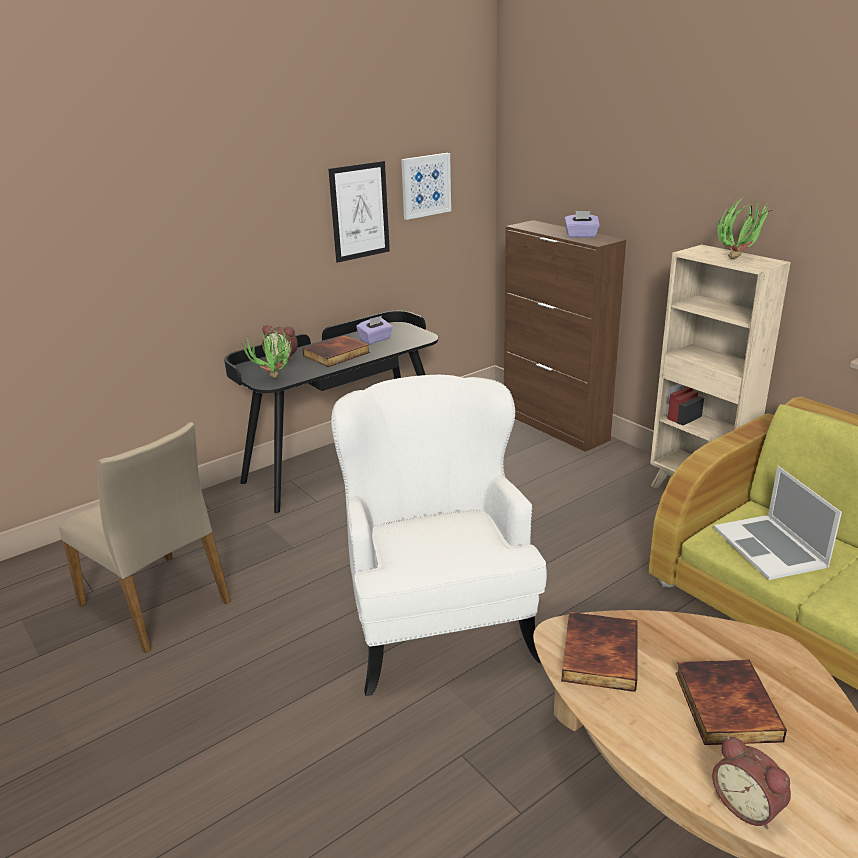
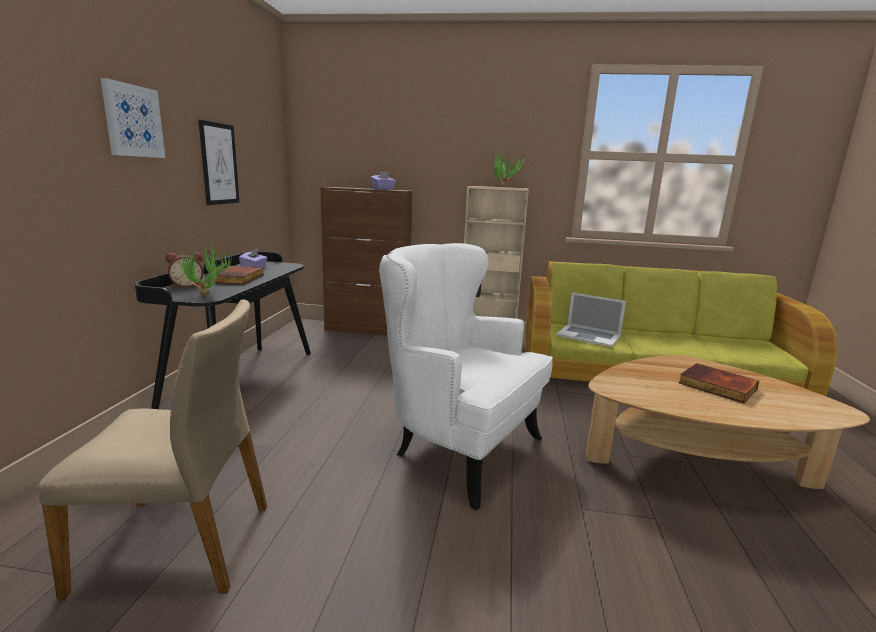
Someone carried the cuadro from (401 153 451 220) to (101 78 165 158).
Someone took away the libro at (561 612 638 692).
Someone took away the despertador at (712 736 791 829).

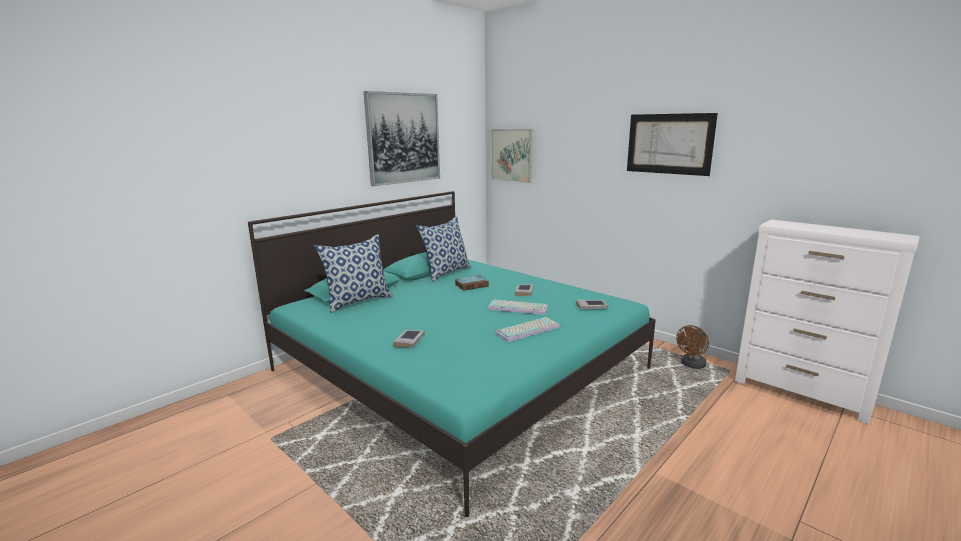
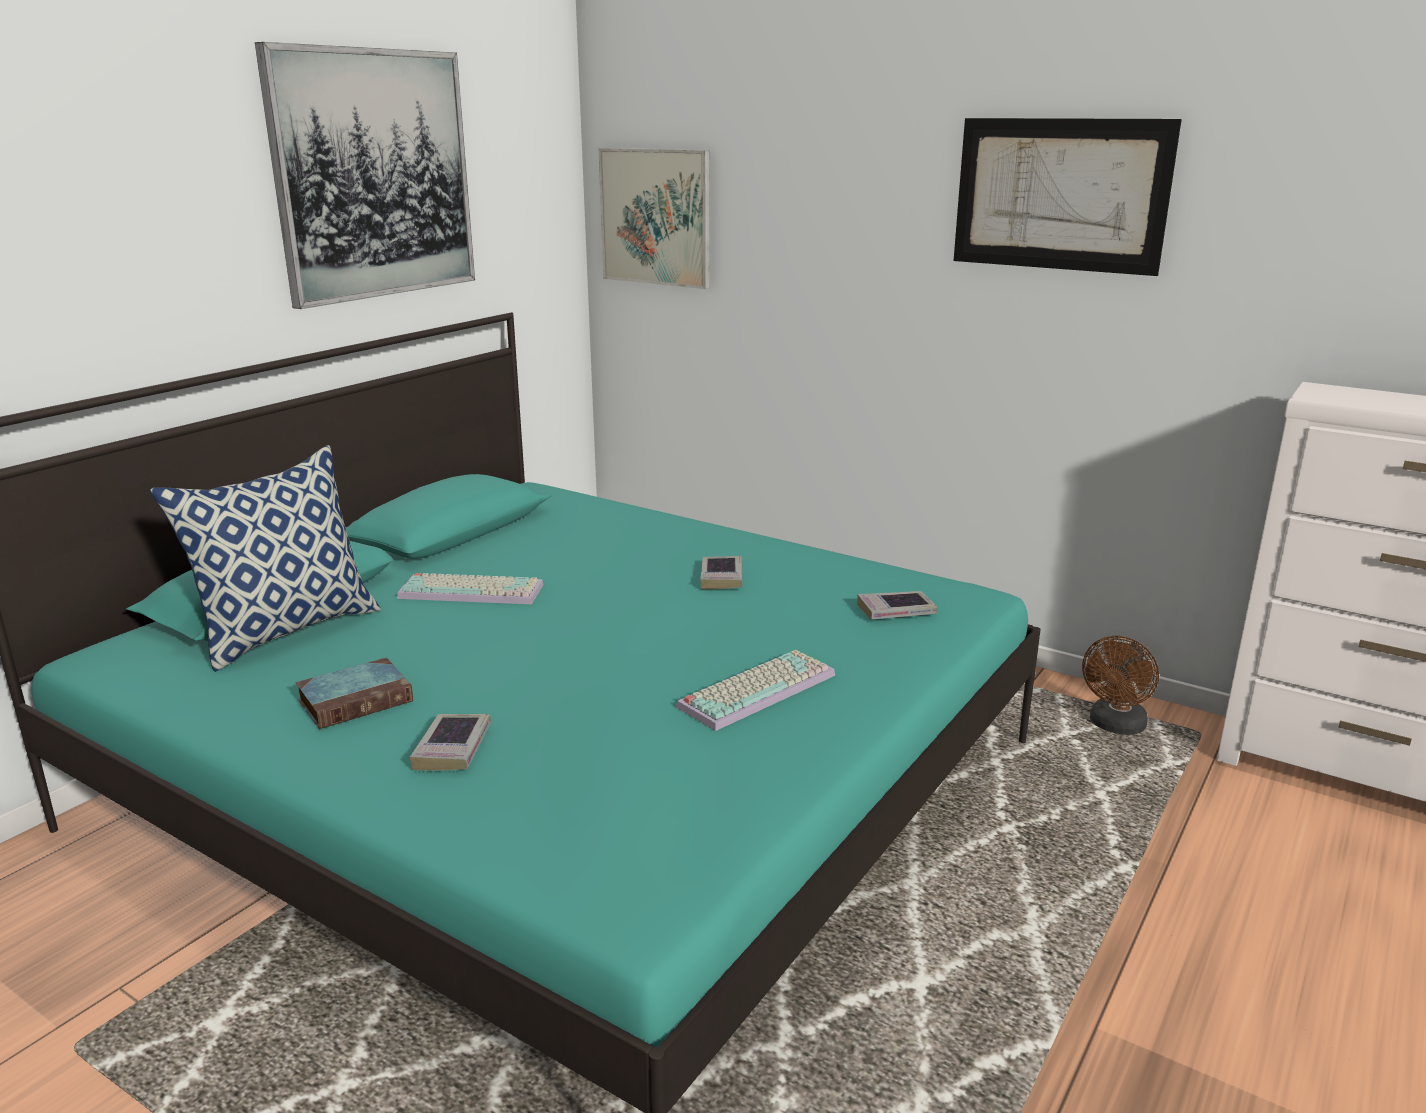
Someone took away the cojín at (416 216 472 282).
Someone carried the libro from (455 275 489 291) to (295 658 413 729).
Someone carried the teclado from (488 300 548 315) to (397 573 543 604).

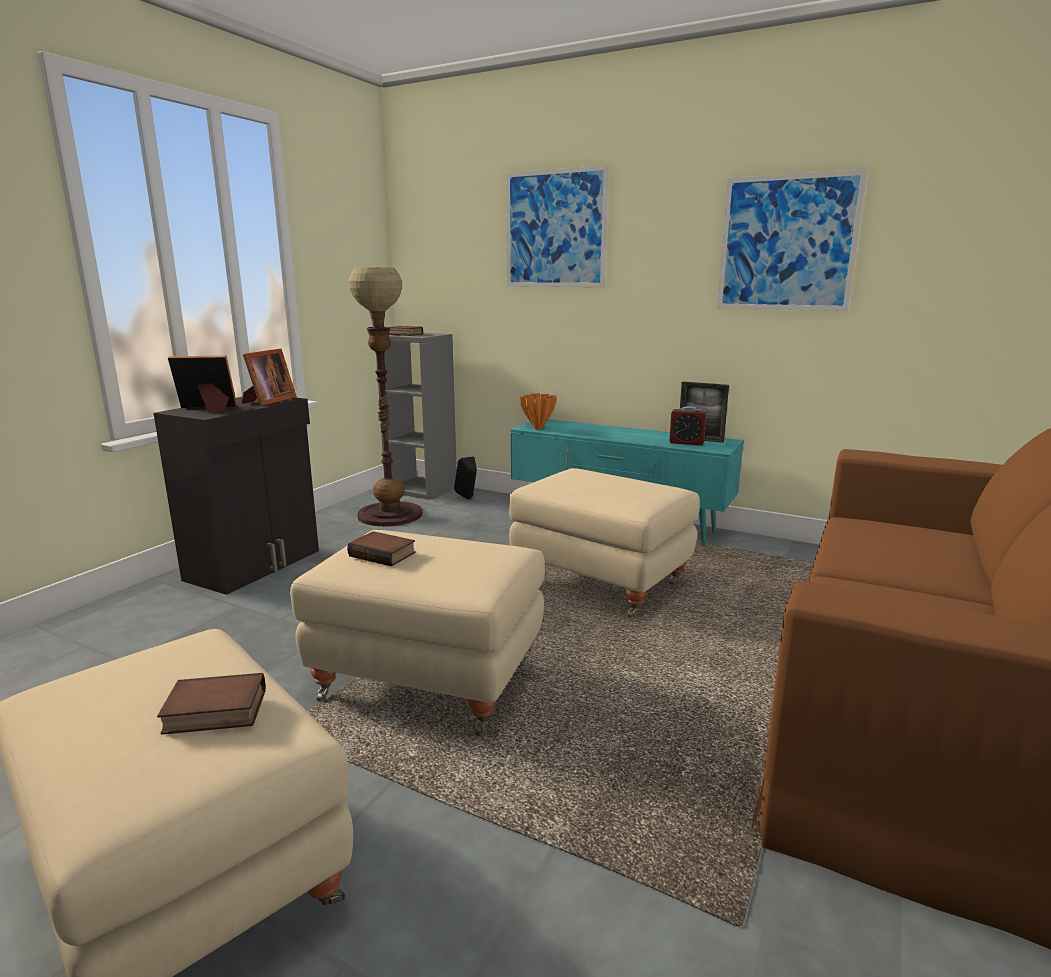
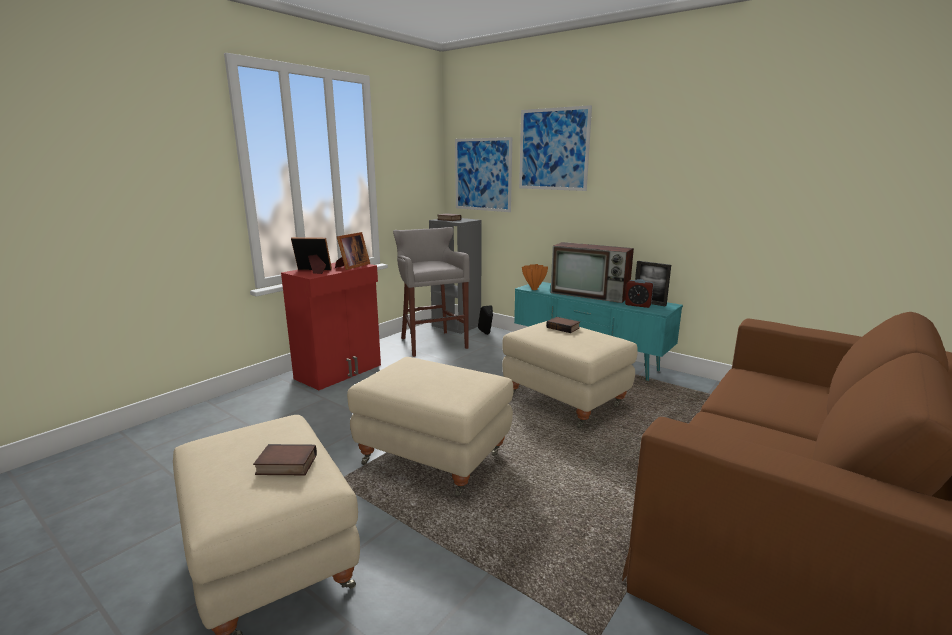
Someone repainted the armario (negro) at (153 397 319 595), which became the armario (rojo) at (281 262 381 390).
Someone carried the libro from (347 531 416 567) to (546 317 580 333).
Someone swapped the lámpara de pie at (349 267 423 526) for the taburete (gris) at (393 227 470 357).
Someone carried the cuadro from (717 169 868 311) to (455 137 512 212).
Someone put down the televisor at (551 242 634 303).

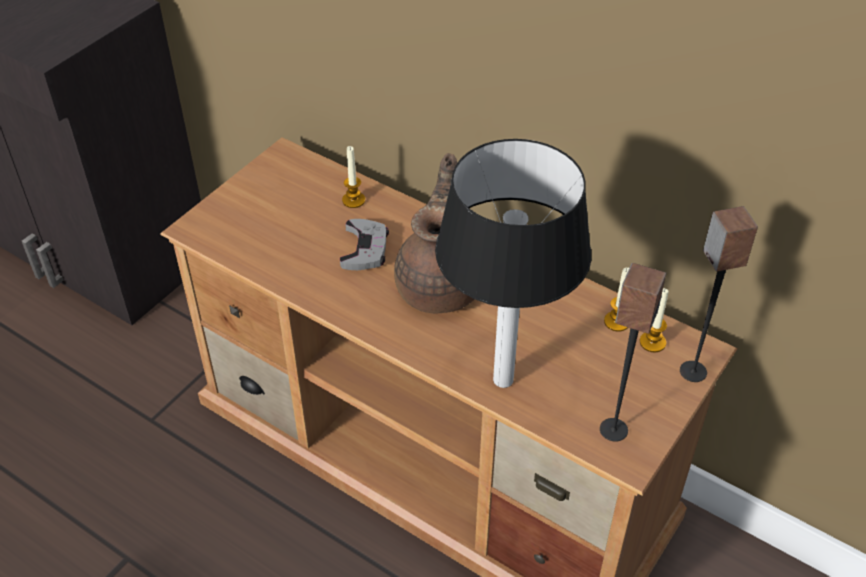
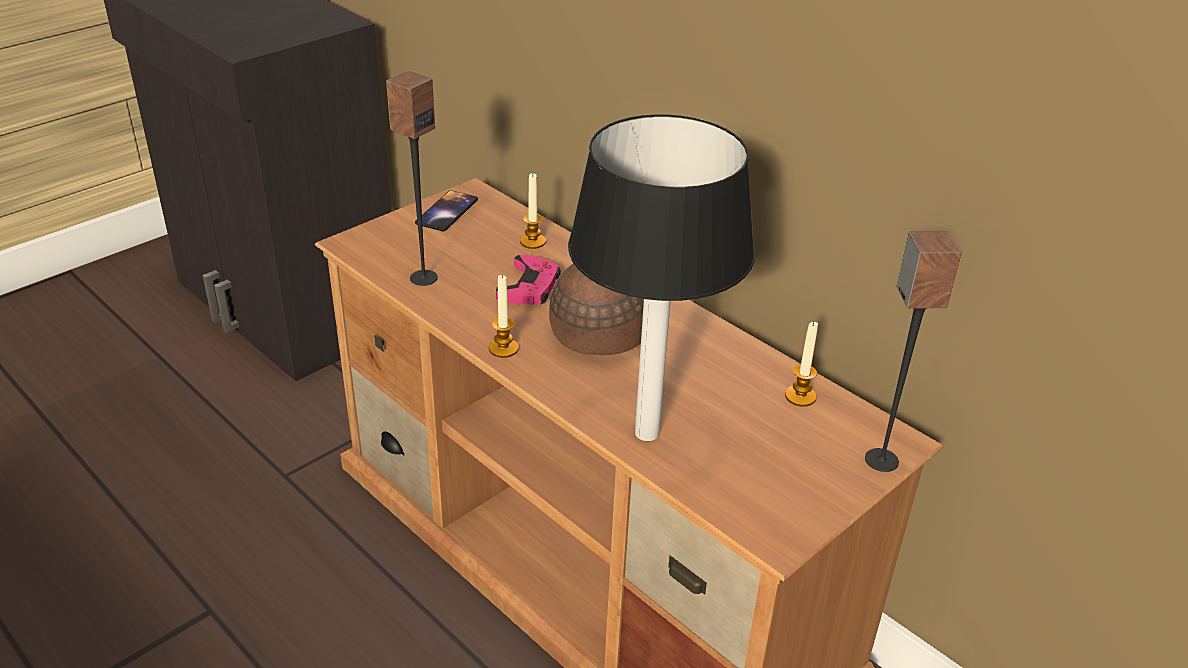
Someone repainted the mando de consola (gris) at (340 219 389 270), which became the mando de consola (rosa) at (496 255 561 304).
Someone carried the altavoz from (600 263 666 442) to (386 71 438 286).
Someone carried the vela from (640 288 669 352) to (489 275 519 358).
Someone put down the móvil at (415 190 478 231).

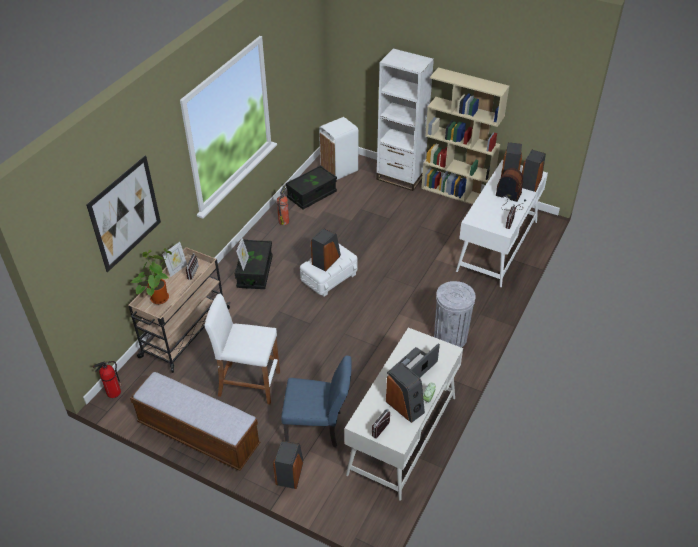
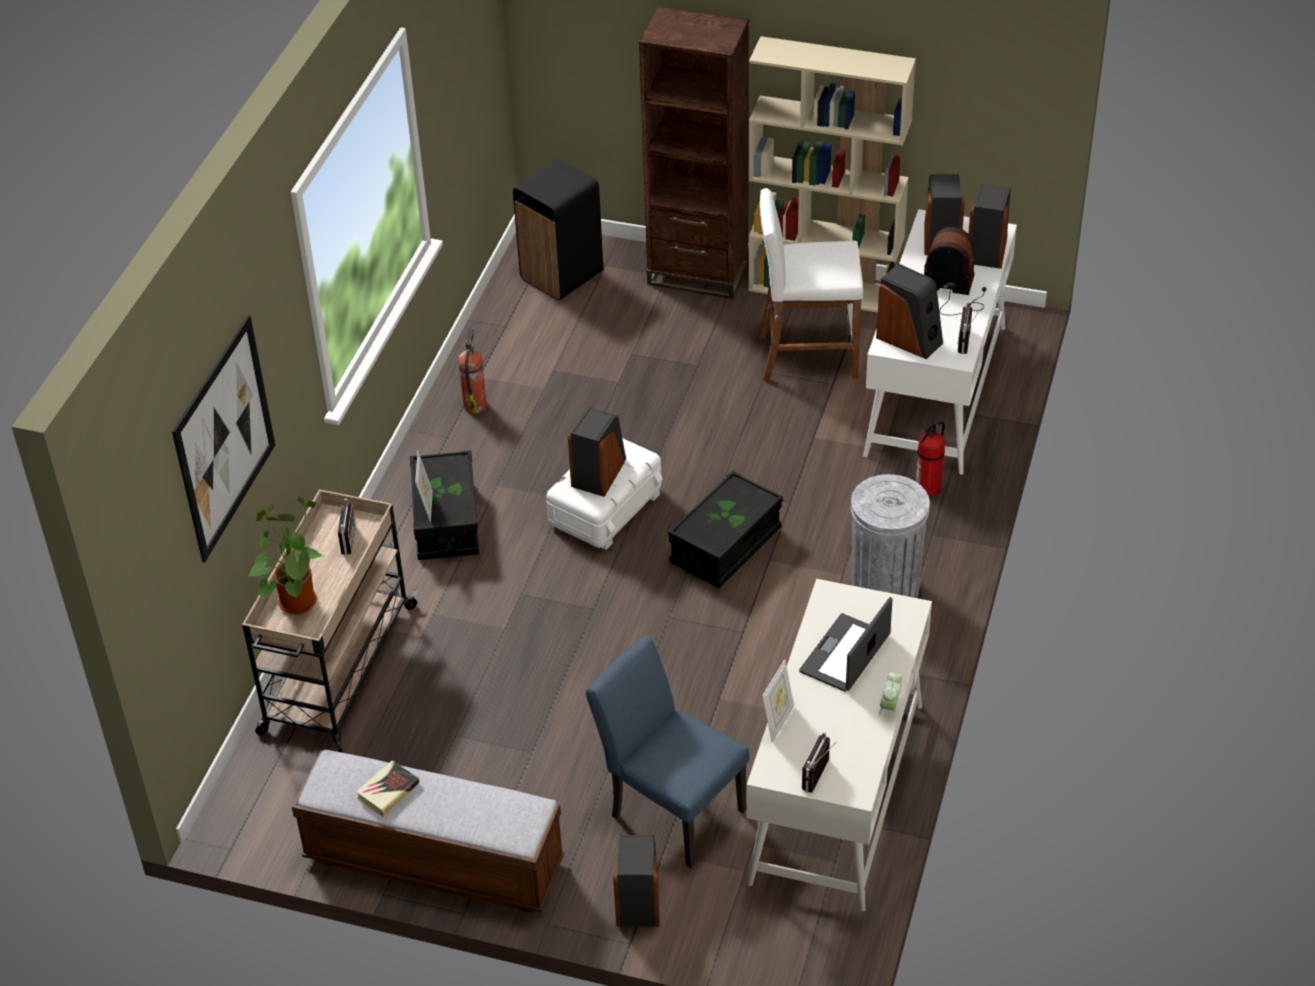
Someone carried the extintor from (93 361 121 398) to (916 421 945 497).
Someone carried the portarretratos from (162 242 187 277) to (762 659 794 743).
Someone carried the taburete (blanco) from (205 294 280 404) to (759 188 863 381).
Someone rotated the silla (azul) at (281 356 352 447) by 135 degrees counterclockwise.
Someone carried the caja de almacenaje (negro) from (286 165 337 209) to (668 471 783 588).
Someone repainted the papelera (blanco) at (319 117 359 180), which became the papelera (negro) at (513 160 603 300).
Someone repainted the estantería (blanco) at (376 49 434 191), which became the estantería (marrón) at (639 7 749 299).
Someone carried the altavoz from (386 363 425 423) to (876 263 943 359).
Someone put down the libro at (356 760 419 816).

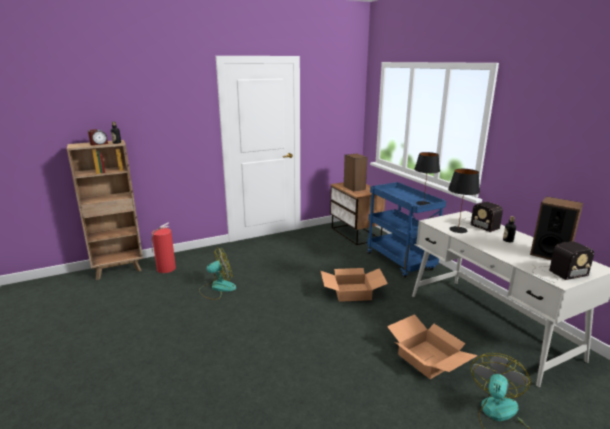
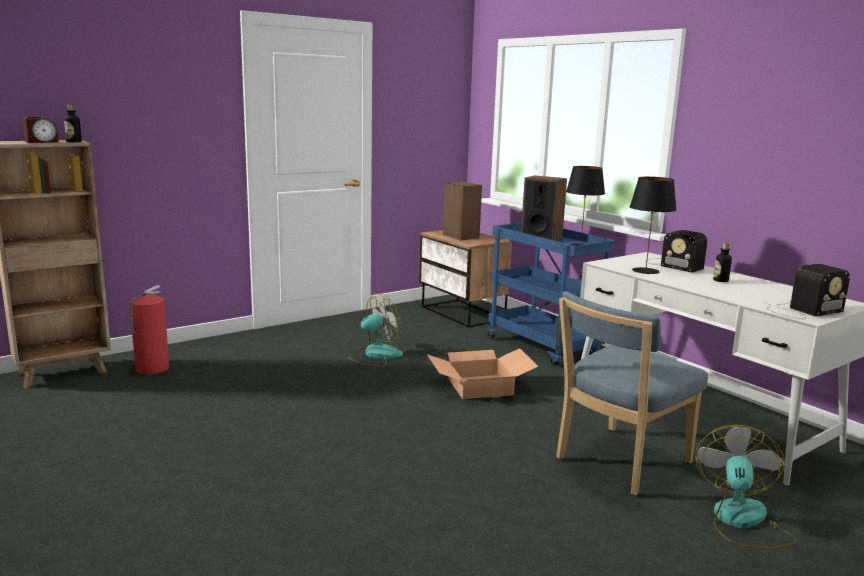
Someone carried the ventilador from (199 247 236 300) to (348 293 403 367).
Someone swapped the caja de cartón at (387 314 478 379) for the silla (azul) at (556 291 708 495).
Someone carried the altavoz from (530 196 583 260) to (521 175 567 241).

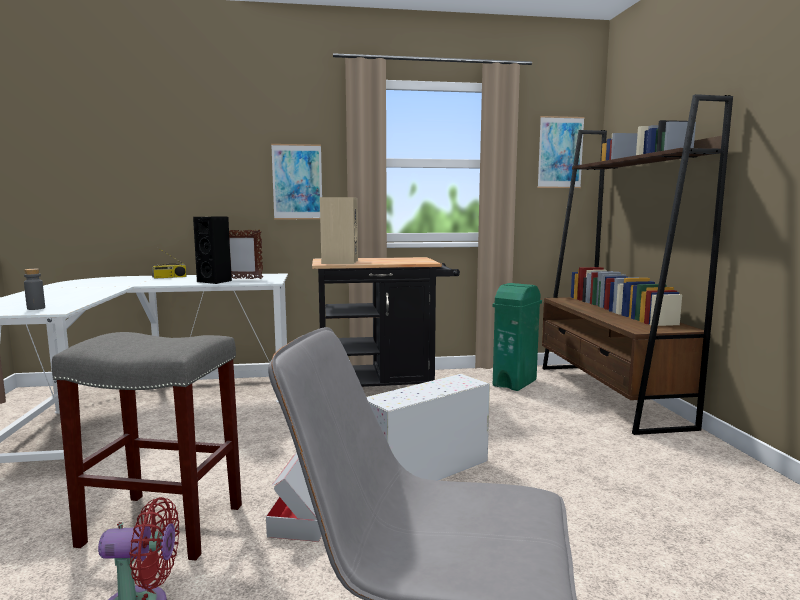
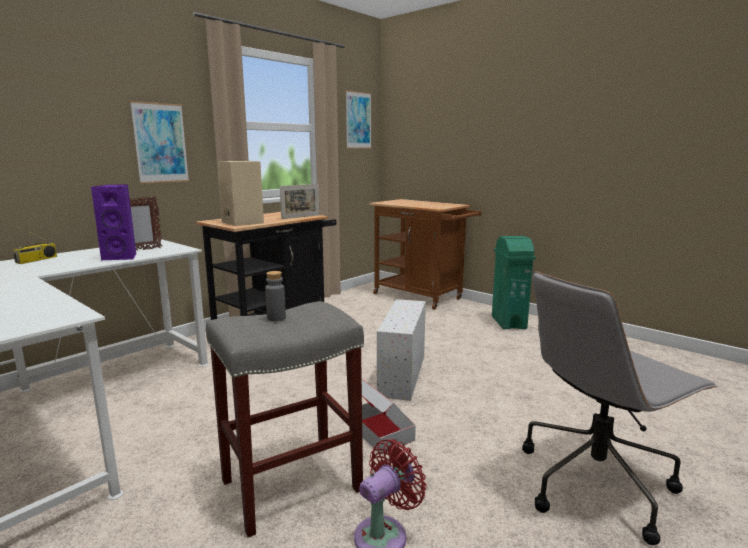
Someone carried the botella (gris) from (24 269 45 310) to (265 271 286 321).
Someone repainted the altavoz (negro) at (193 217 232 284), which became the altavoz (morado) at (91 184 136 261).
Someone carried the papelera (verde) from (493 283 542 391) to (492 236 535 329).
Someone swapped the estantería (marrón) at (542 94 733 435) for the carrito (marrón) at (369 199 481 310).
Someone put down the portarretratos at (280 184 320 219).

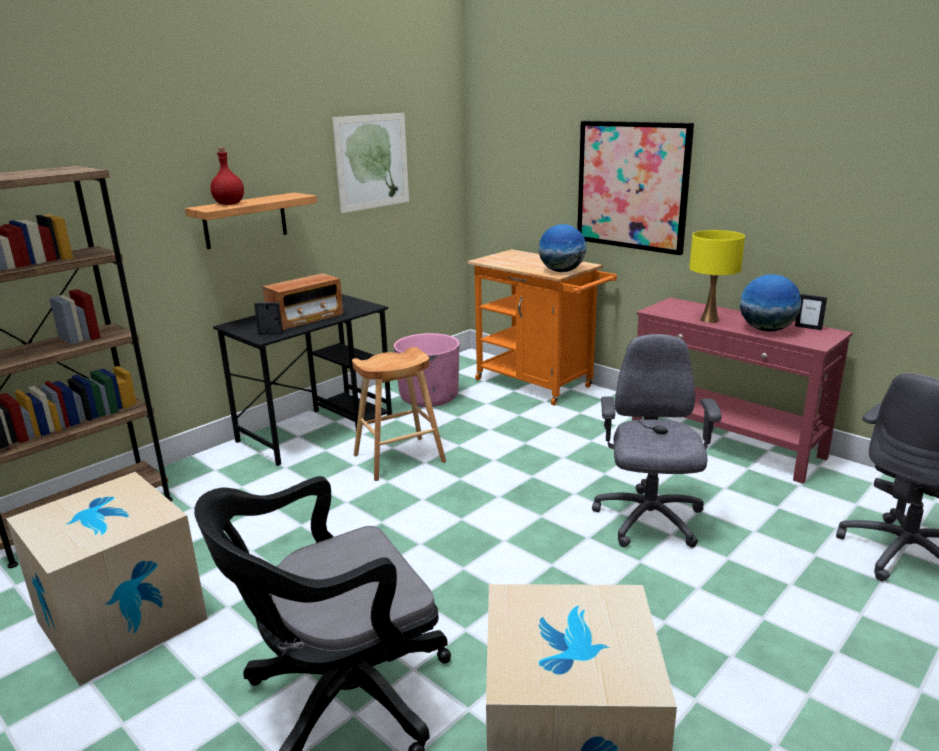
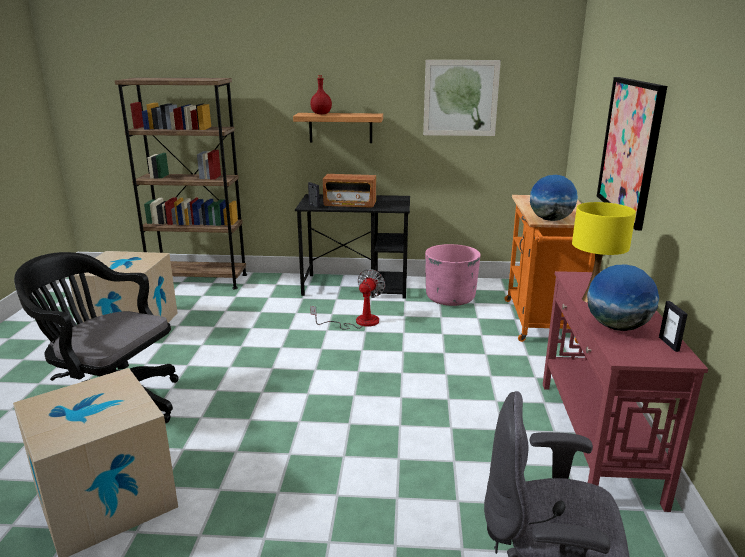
Someone swapped the taburete (marrón) at (352 347 446 481) for the ventilador at (310 269 385 330).
Someone took away the silla de oficina (gris) at (592 334 722 548).

